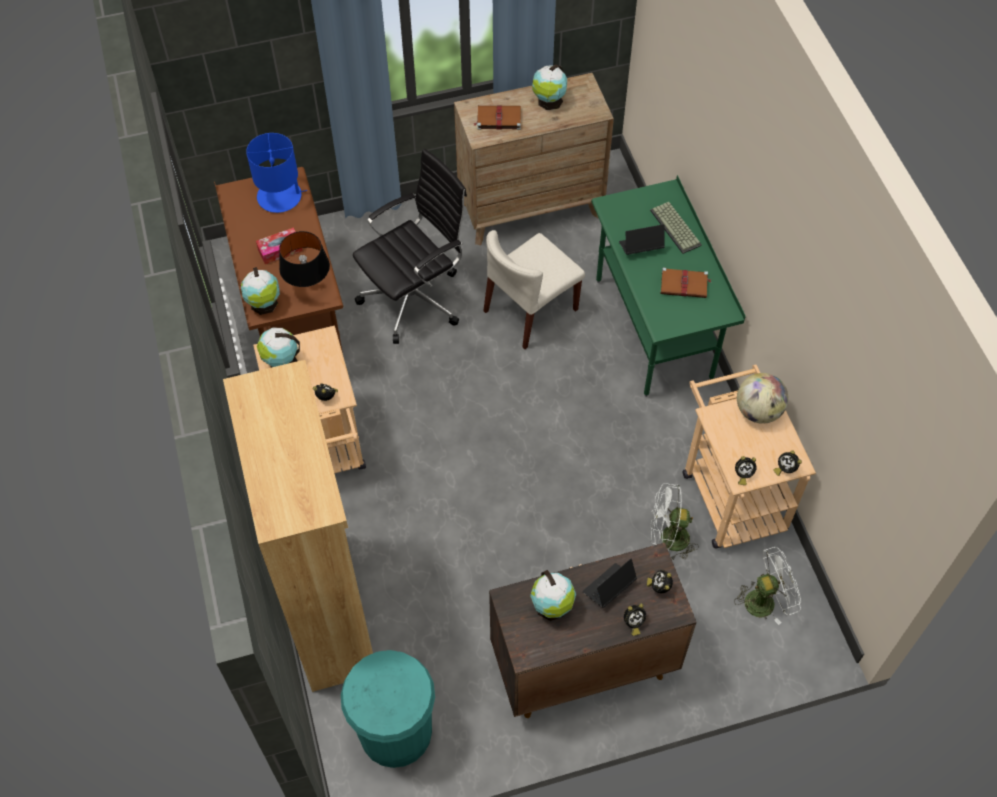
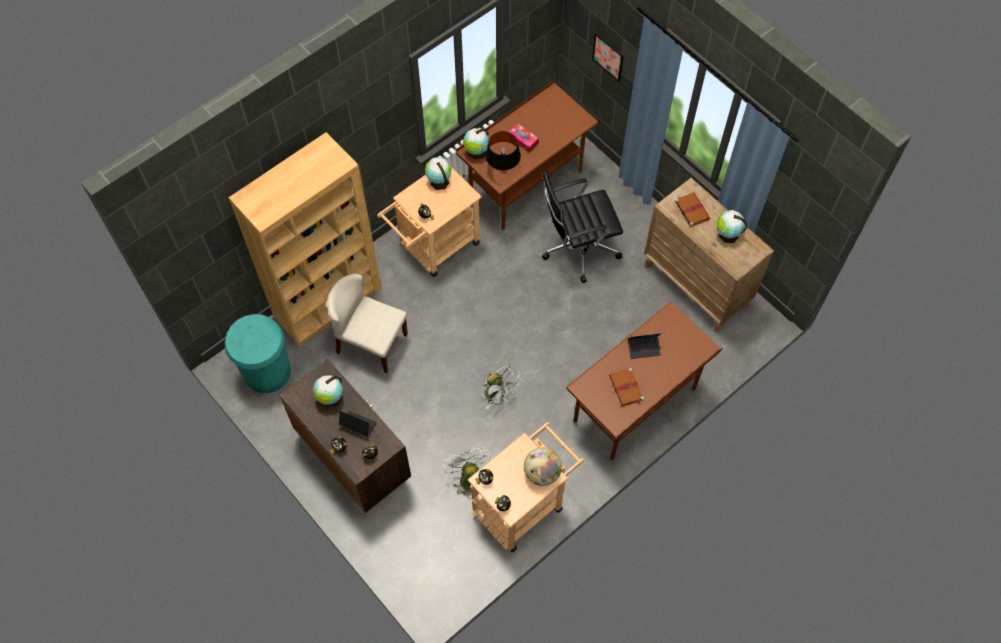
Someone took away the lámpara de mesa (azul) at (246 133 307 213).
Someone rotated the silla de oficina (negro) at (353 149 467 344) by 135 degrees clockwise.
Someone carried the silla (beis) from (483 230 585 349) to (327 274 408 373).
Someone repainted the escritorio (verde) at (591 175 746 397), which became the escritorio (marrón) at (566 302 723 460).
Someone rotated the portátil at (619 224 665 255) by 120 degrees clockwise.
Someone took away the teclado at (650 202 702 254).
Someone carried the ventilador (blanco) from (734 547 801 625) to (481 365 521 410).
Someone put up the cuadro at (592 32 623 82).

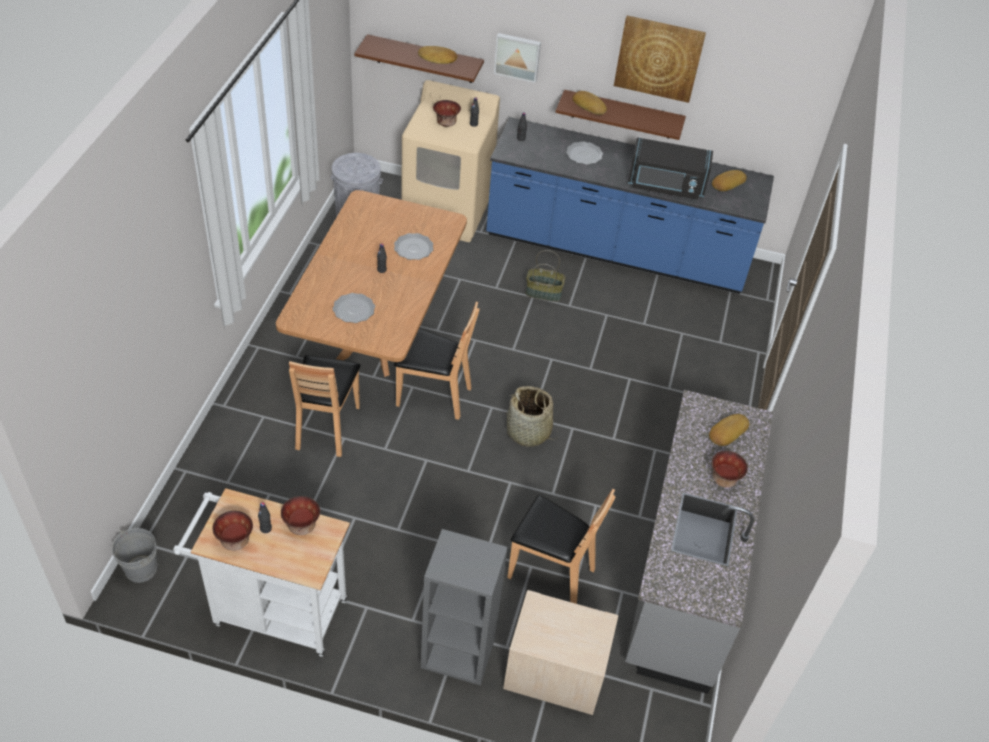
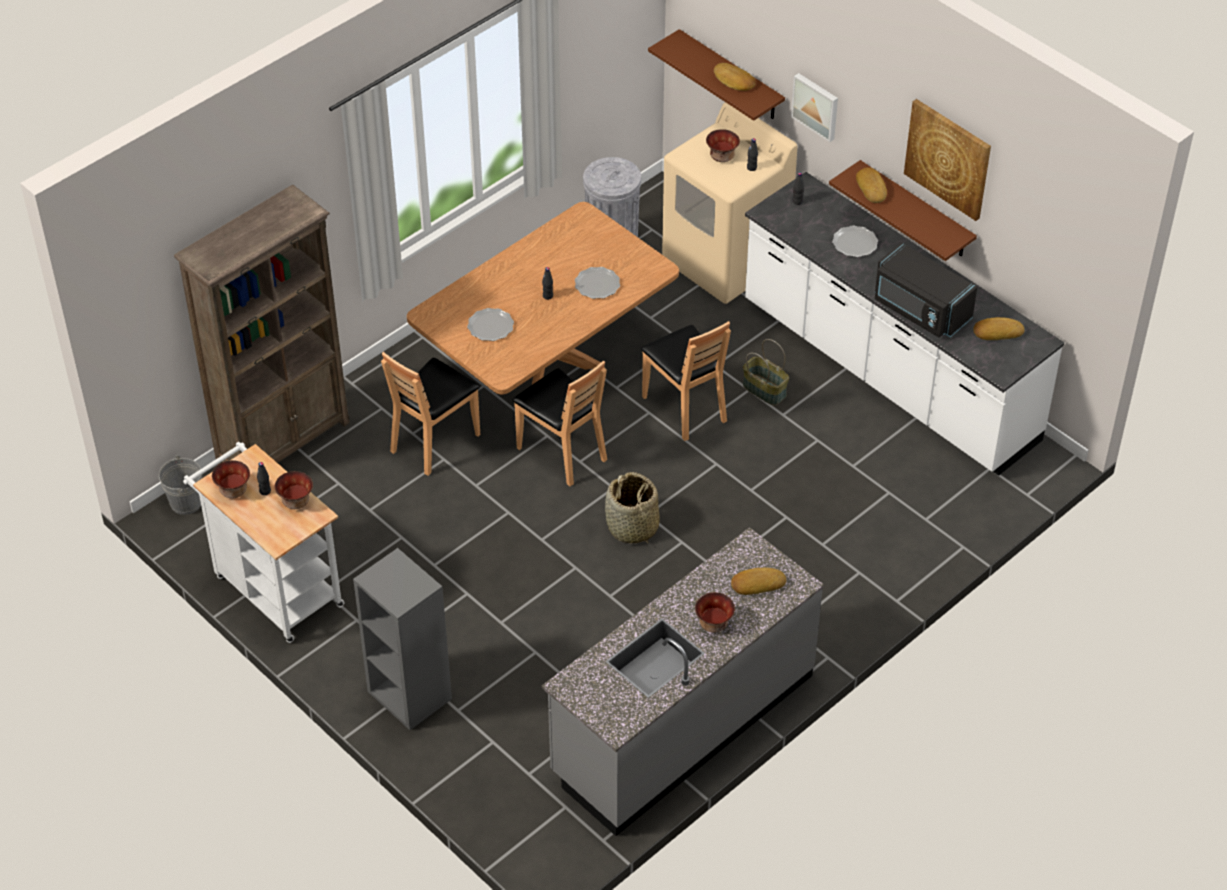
Someone repainted the mueble bajo de cocina (azul) at (486 117 774 294), which became the mueble bajo de cocina (blanco) at (745 172 1064 476).
Someone took away the mesita de noche (beis) at (503 590 618 715).
Someone carried the silla (marrón) from (507 489 616 604) to (641 321 731 441).
Someone put down the estantería (marrón) at (174 185 350 465).

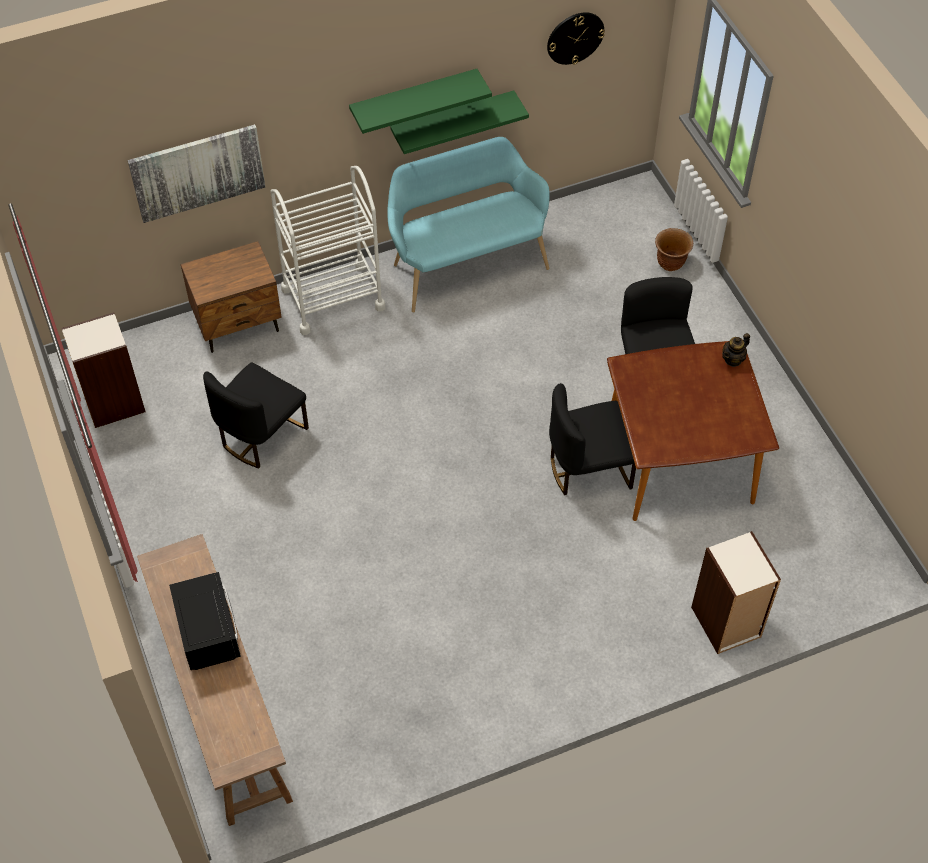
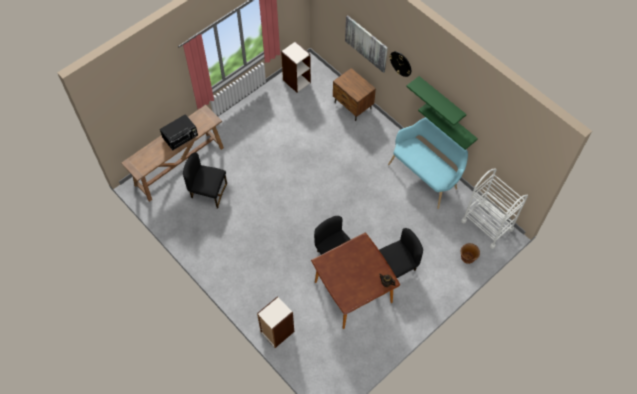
Someone carried the silla (negro) from (203 363 309 469) to (183 152 227 209).
Someone carried the carrito (blanco) from (270 166 385 335) to (461 168 528 249).
Someone carried the reloj de pared from (547 12 605 65) to (389 51 411 77).

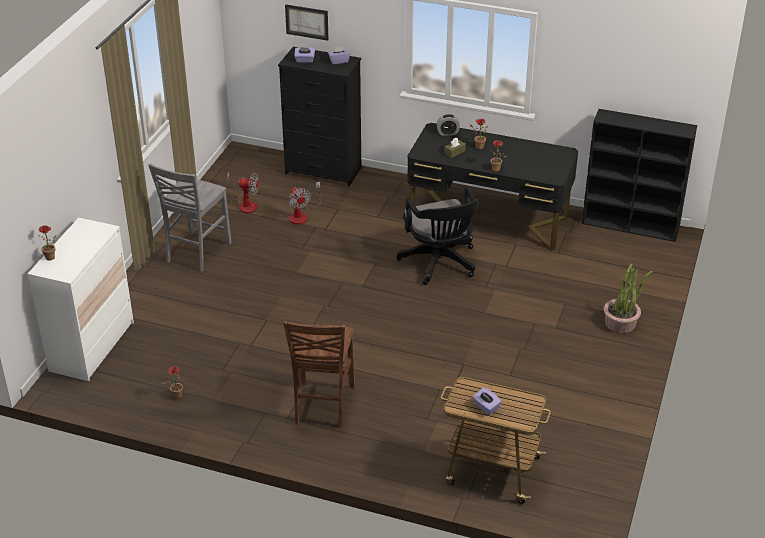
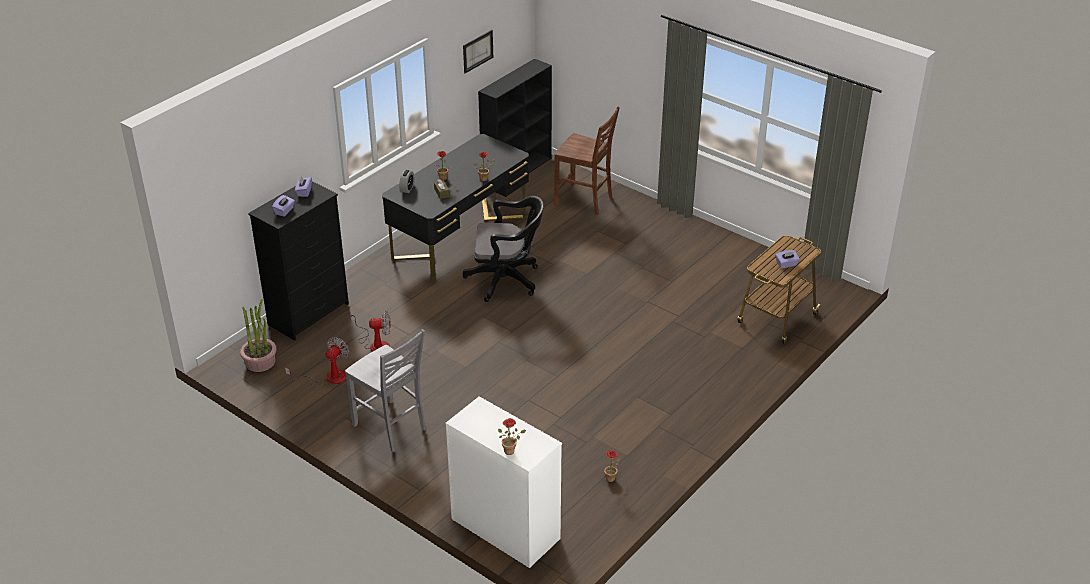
Someone carried the silla (marrón) from (283 321 355 428) to (554 106 620 215).
Someone carried the cuadro from (285 4 329 41) to (463 30 493 73).
Someone carried the planta en maceta from (604 264 652 333) to (240 299 276 372).

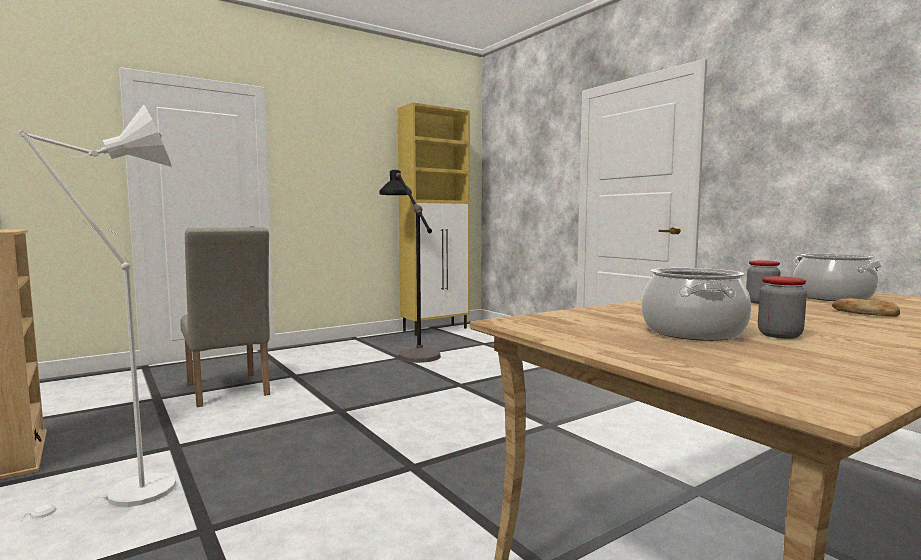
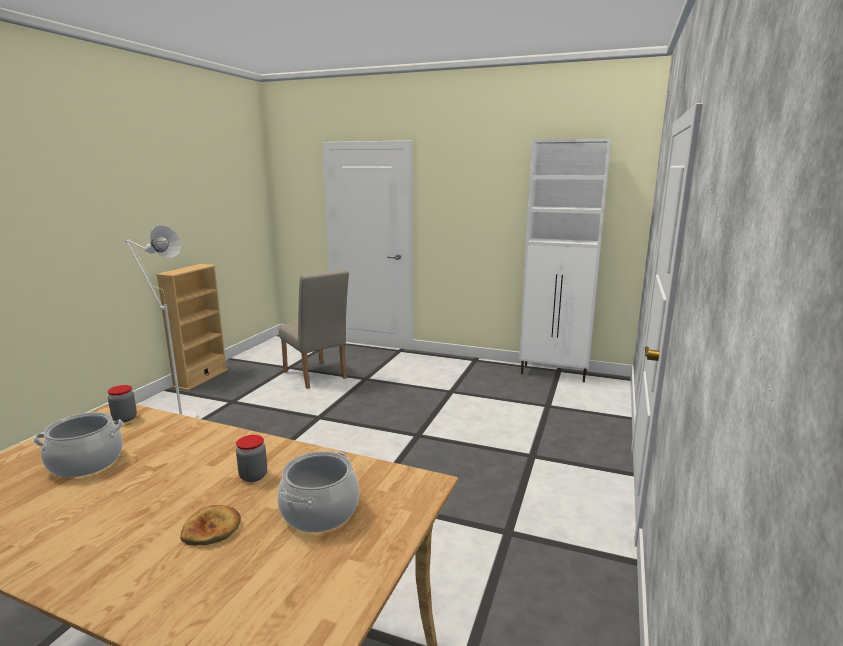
Someone rotated the silla (beis) at (180 227 270 407) by 60 degrees counterclockwise.
Someone took away the lámpara de pie (negro) at (379 170 441 363).
Someone repainted the armario (amarillo) at (398 103 470 336), which became the armario (blanco) at (519 138 611 382).
Someone carried the tarro from (758 276 807 339) to (107 385 137 422).

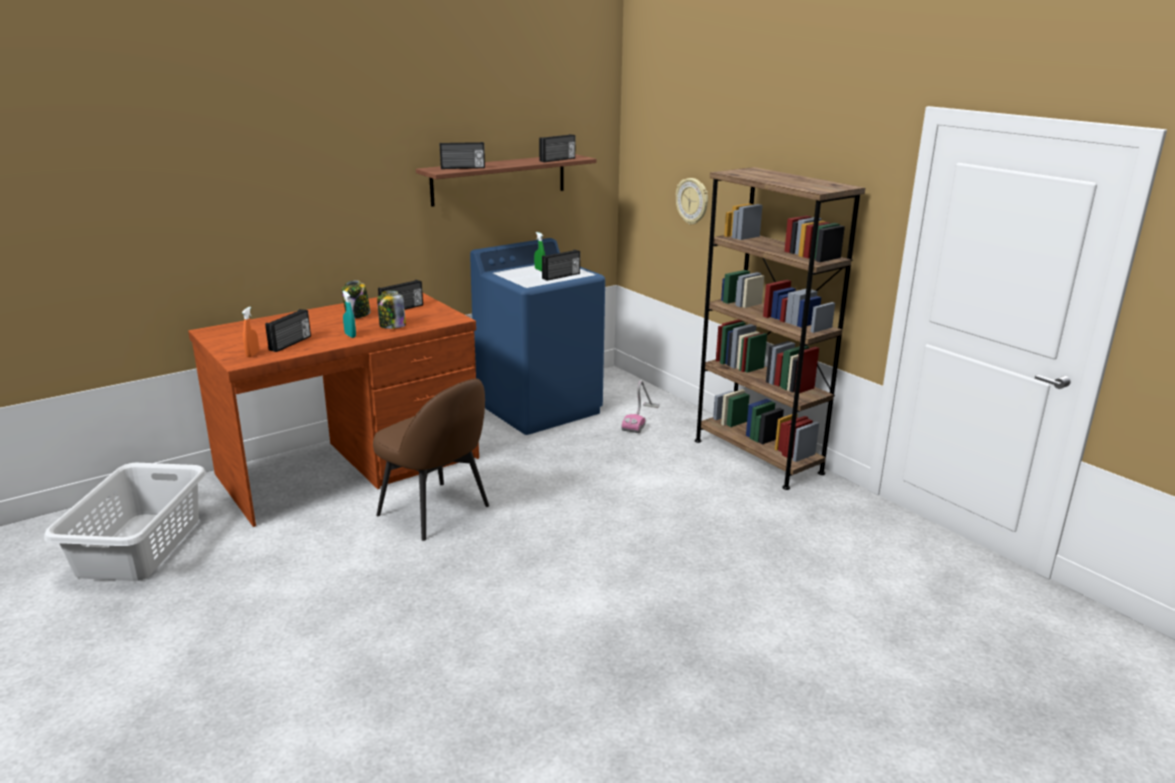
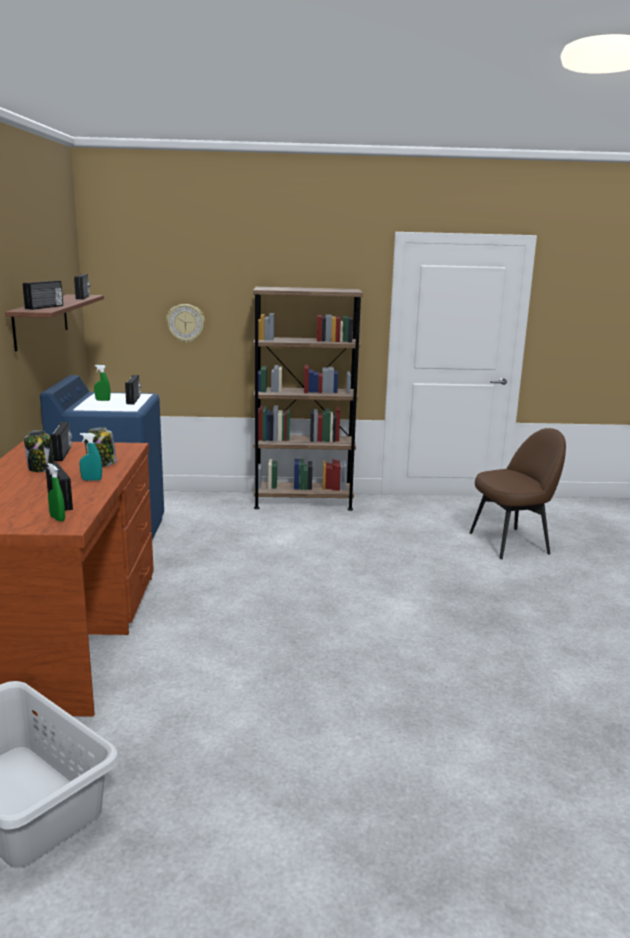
Someone repainted the pulverizador (naranja) at (242 307 259 357), which became the pulverizador (verde) at (48 463 65 522).
Someone carried the silla (marrón) from (373 379 489 541) to (470 428 566 559).
Someone took away the aspiradora at (622 380 660 433).

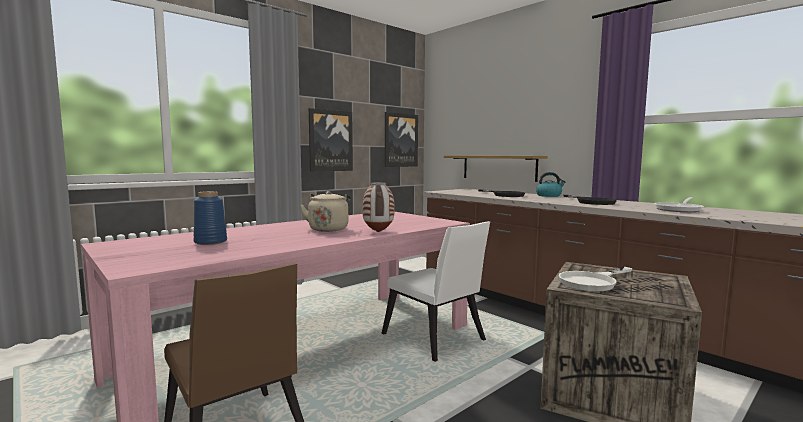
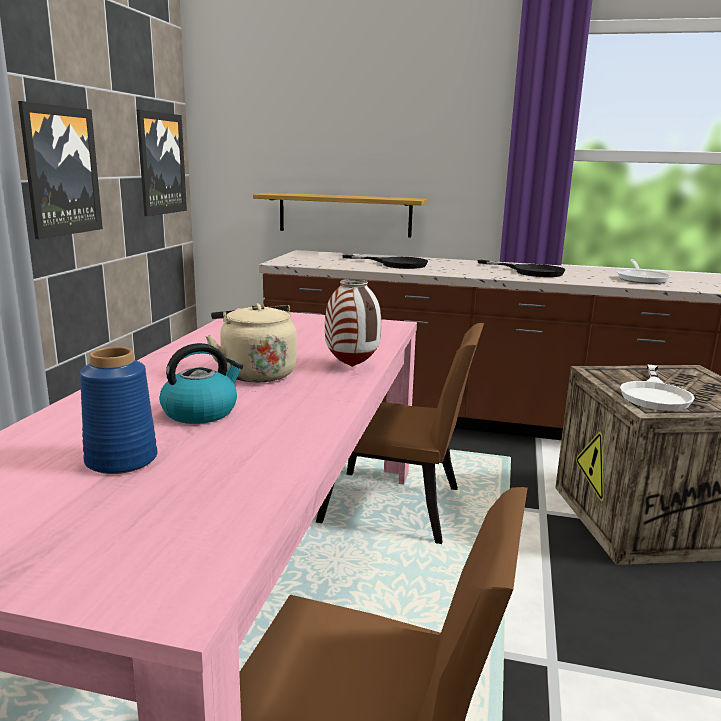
Someone repainted the silla (blanco) at (381 221 490 362), which became the silla (marrón) at (316 323 484 544).
Someone carried the hervidor from (536 172 566 197) to (160 343 244 424).

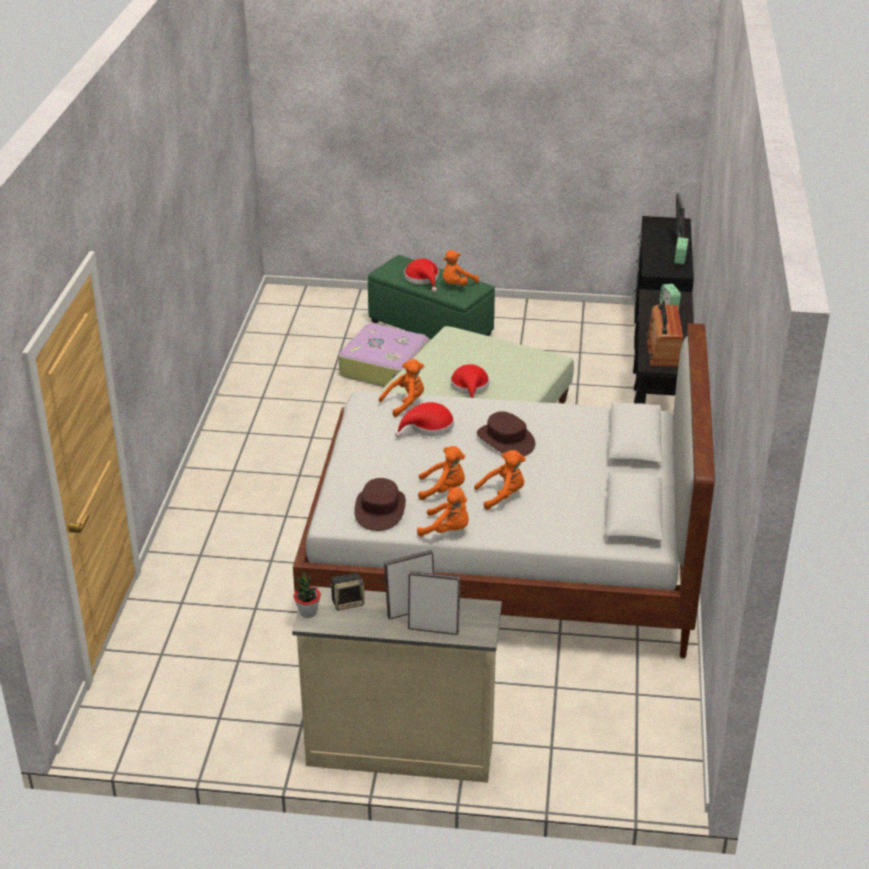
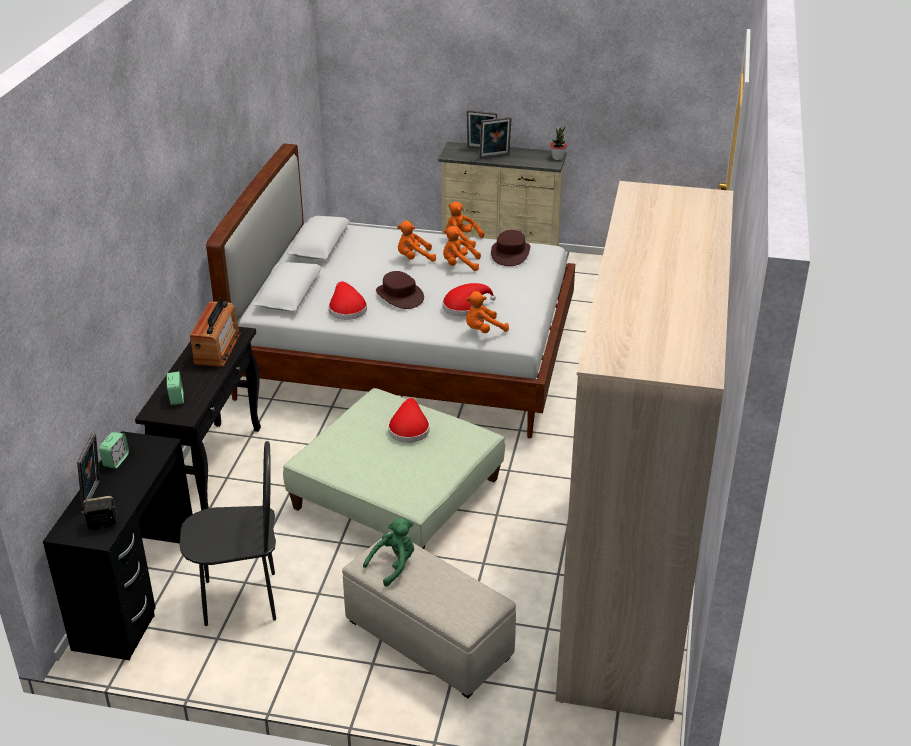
Someone carried the altavoz from (330 573 365 610) to (82 496 117 530).
Someone took away the maleta at (338 323 429 387).
Someone repainted the puf (verde) at (368 255 495 339), which became the puf (beis) at (342 532 516 698).
Someone carried the sombrero (rojo) from (404 259 439 292) to (329 281 367 320).
Someone repainted the peluche (naranja) at (443 250 479 286), which became the peluche (verde) at (363 518 414 587).
Someone put down the silla (negro) at (180 441 276 626).
Someone put down the armario ropero at (555 181 733 720).

